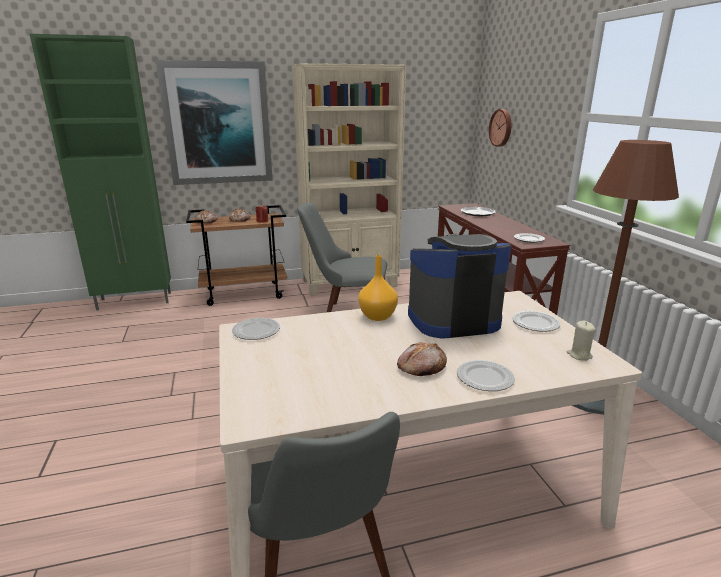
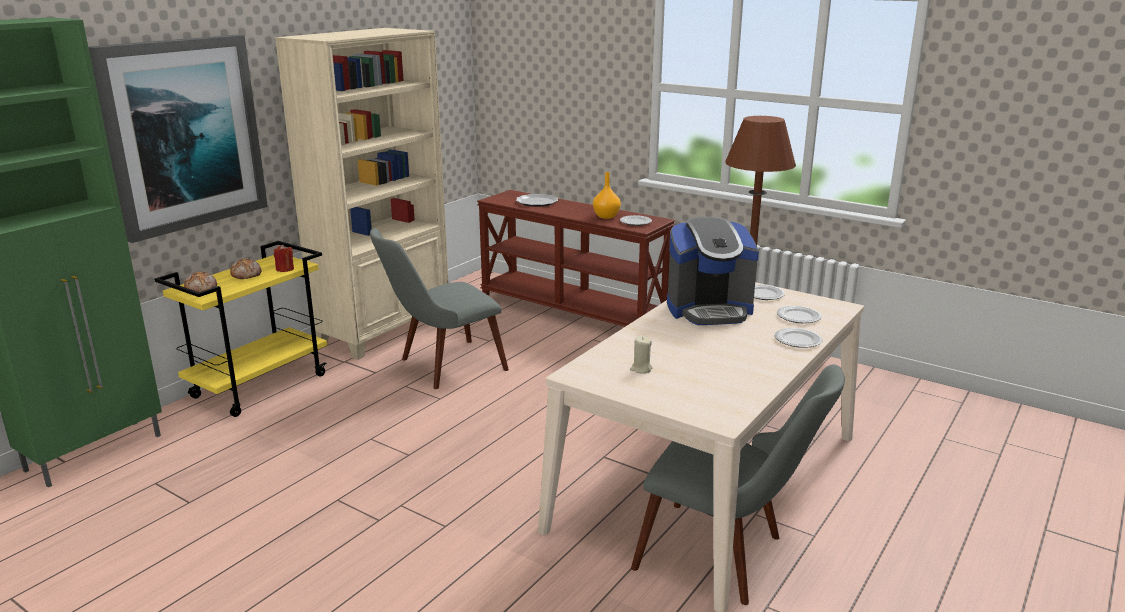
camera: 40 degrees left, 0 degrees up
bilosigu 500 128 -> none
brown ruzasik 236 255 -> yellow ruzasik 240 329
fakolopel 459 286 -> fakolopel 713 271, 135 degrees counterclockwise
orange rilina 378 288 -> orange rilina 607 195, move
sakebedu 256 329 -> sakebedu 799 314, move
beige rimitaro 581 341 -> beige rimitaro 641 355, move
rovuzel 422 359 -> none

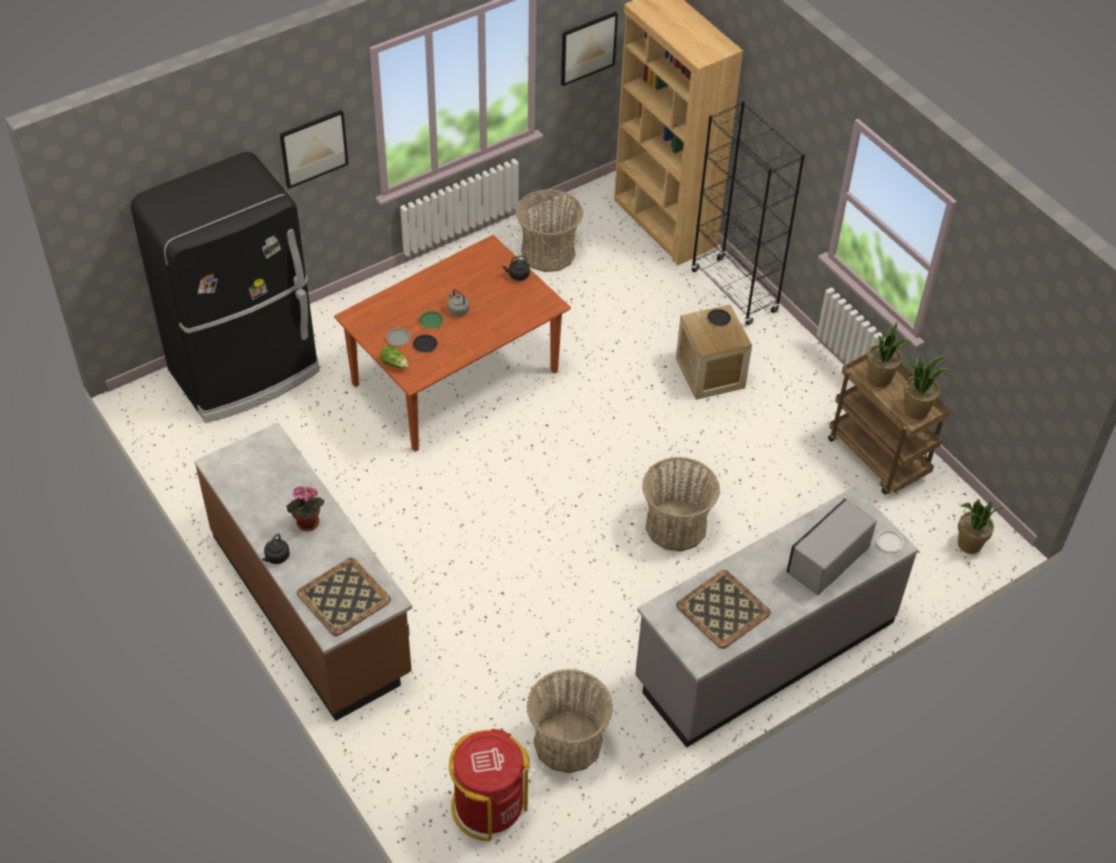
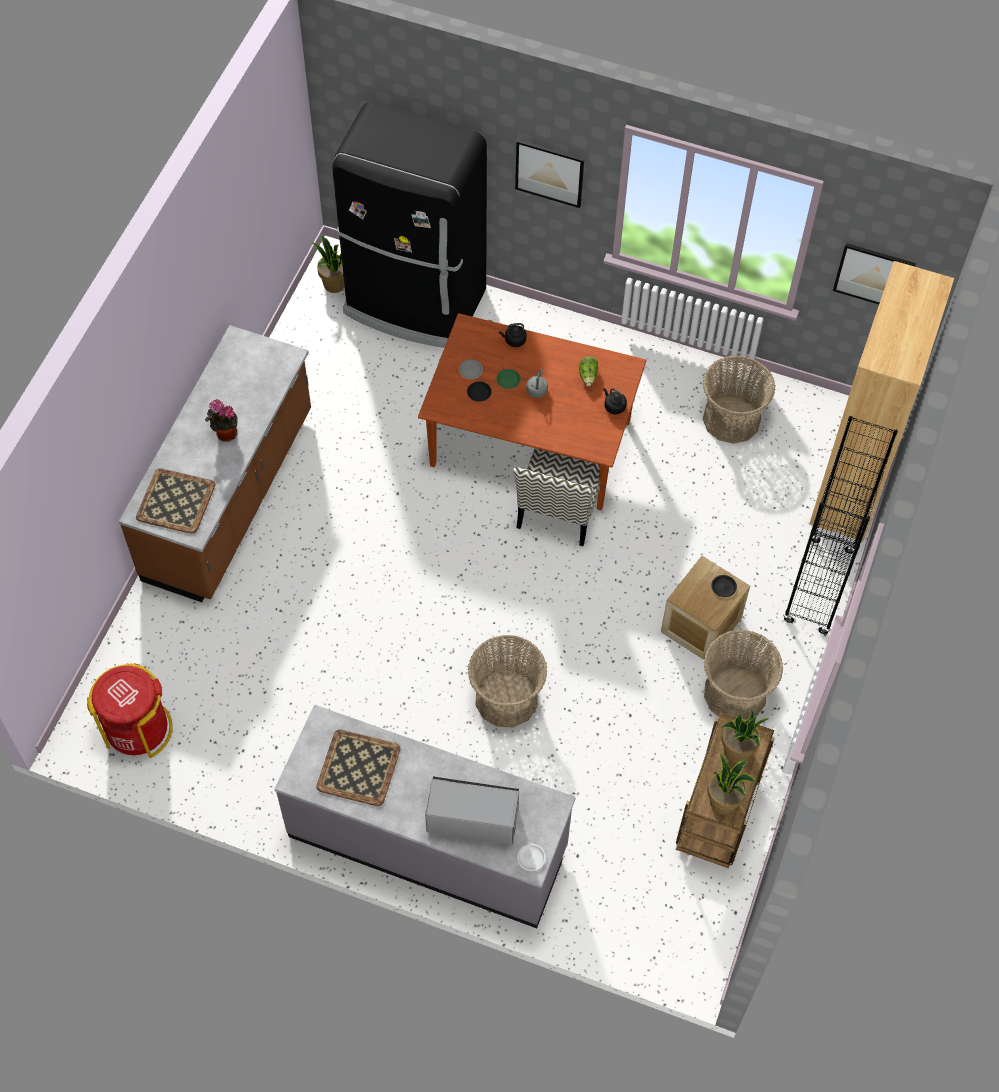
camera: 55 degrees right, 10 degrees up
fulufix 394 356 -> fulufix 588 371, move
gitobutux 981 526 -> gitobutux 328 264, move
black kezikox 276 548 -> black kezikox 513 335, move
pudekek 570 721 -> pudekek 743 675, move
none -> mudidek 556 497

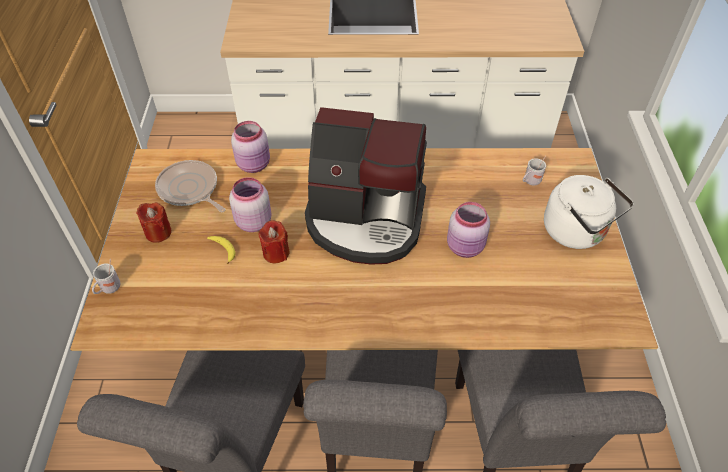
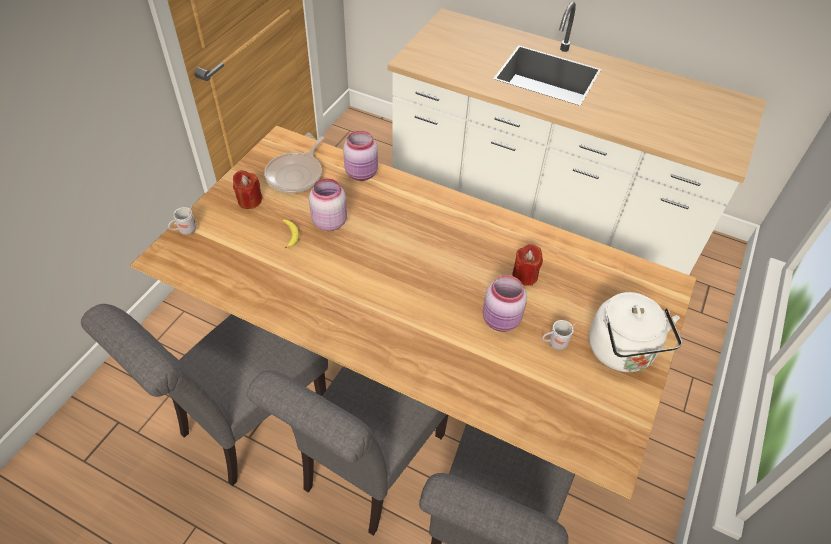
camera: 25 degrees right, 0 degrees up
fakolopel 366 186 -> none
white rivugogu 534 170 -> white rivugogu 559 335, move
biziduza 190 186 -> biziduza 294 164, 135 degrees counterclockwise
red rimitaro 273 241 -> red rimitaro 527 265, move

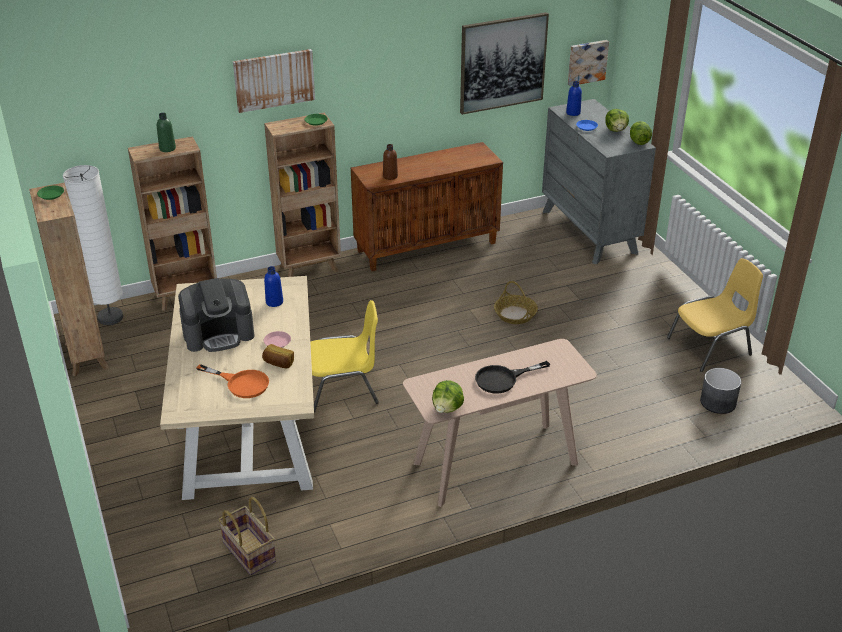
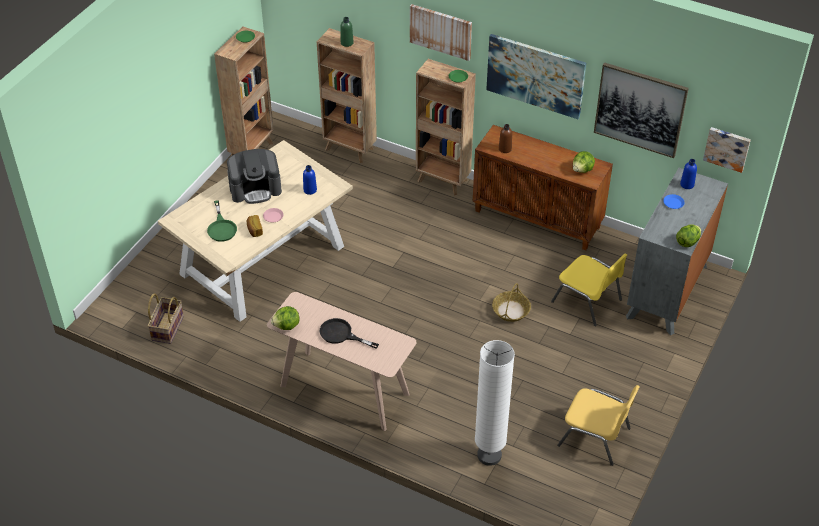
camera: 50 degrees right, 10 degrees up
fulufix 617 120 -> fulufix 584 162, move
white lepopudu 93 245 -> white lepopudu 495 403, move
fakolopel 216 315 -> fakolopel 254 176, 45 degrees counterclockwise
yellow mudidek 344 356 -> yellow mudidek 589 289, move
orange biziduza 232 381 -> green biziduza 222 221
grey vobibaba 720 391 -> none
none -> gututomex 536 76

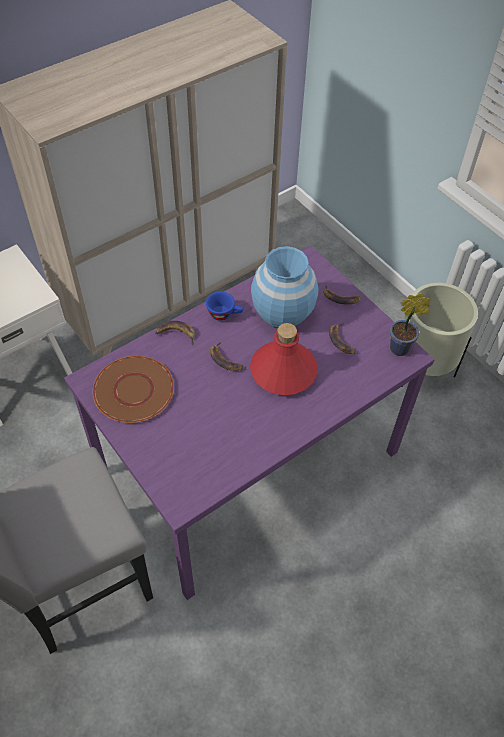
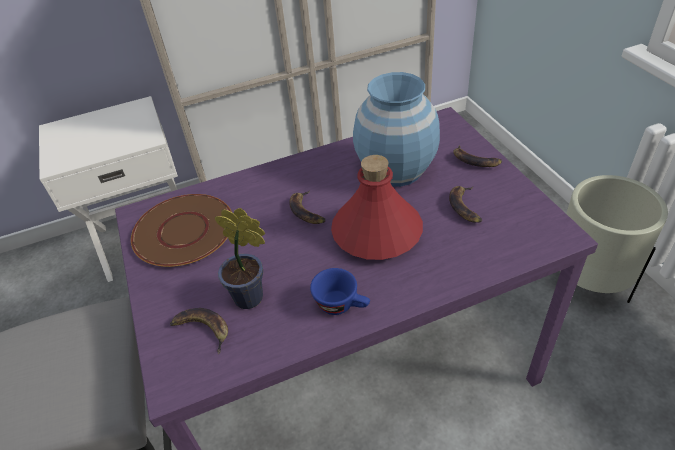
camera: 20 degrees right, 10 degrees down
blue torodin 224 306 -> blue torodin 340 291, move
gitobutux 410 324 -> gitobutux 240 258, move
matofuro 175 333 -> matofuro 199 331, move

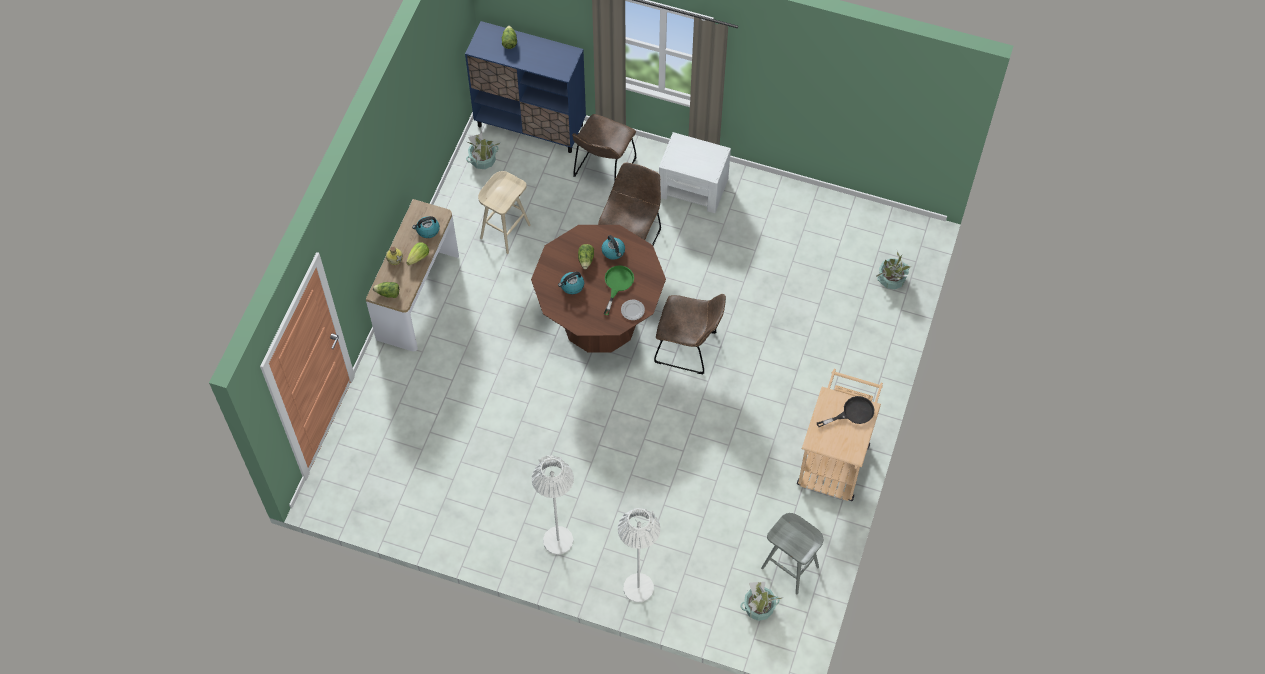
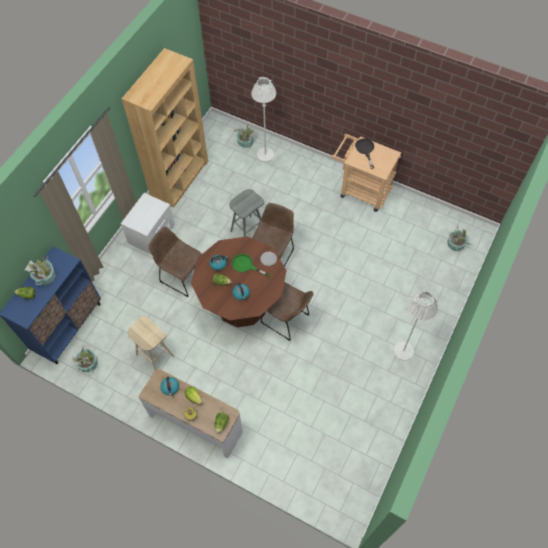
camera: 80 degrees left, 0 degrees up
brown mudidek 604 148 -> brown mudidek 287 311, move
white lepopudu 639 555 -> white lepopudu 263 119, move
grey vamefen 792 553 -> grey vamefen 246 213, move
none -> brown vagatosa 165 128
none -> gitobutux 40 270

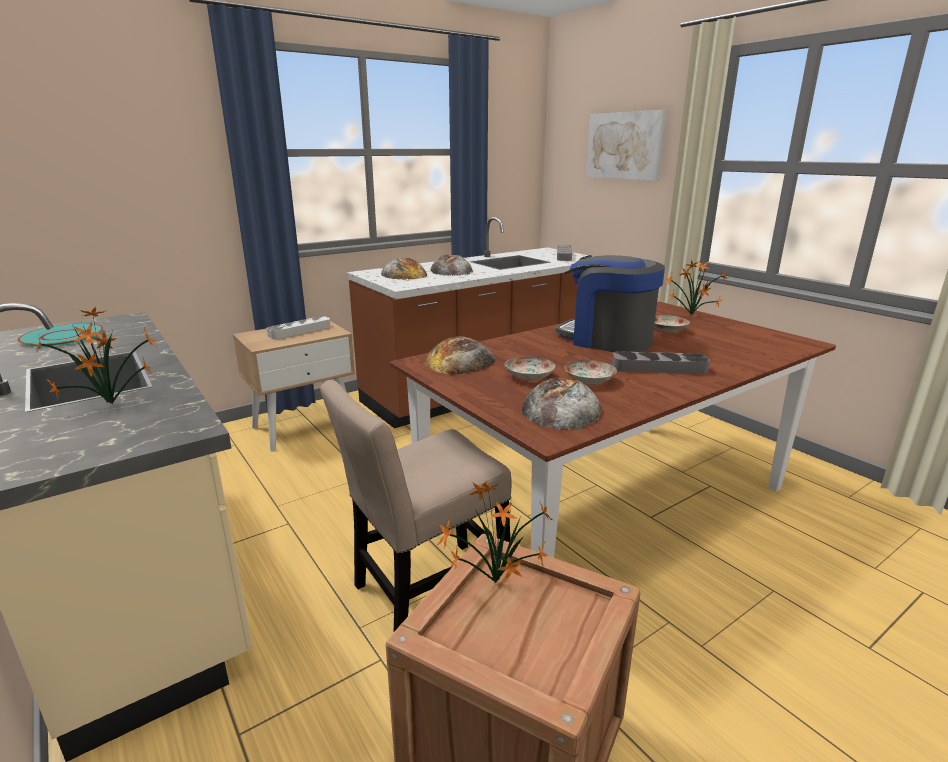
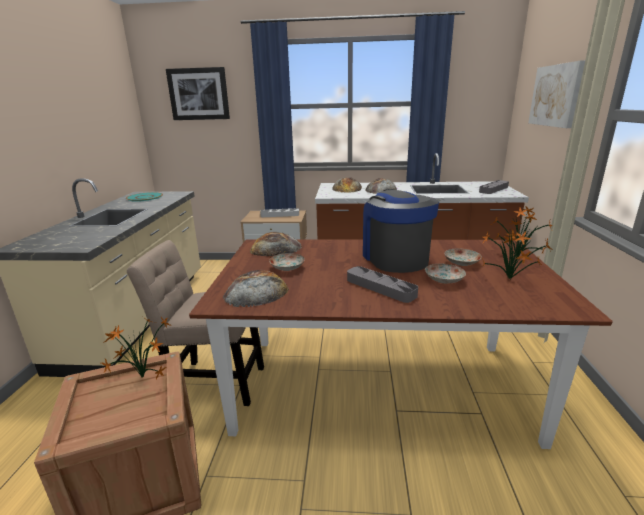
camera: 40 degrees right, 0 degrees up
gitobutux 98 355 -> gitobutux 517 249, move
sakebedu 591 372 -> sakebedu 445 274, move
none -> gututomex 198 93

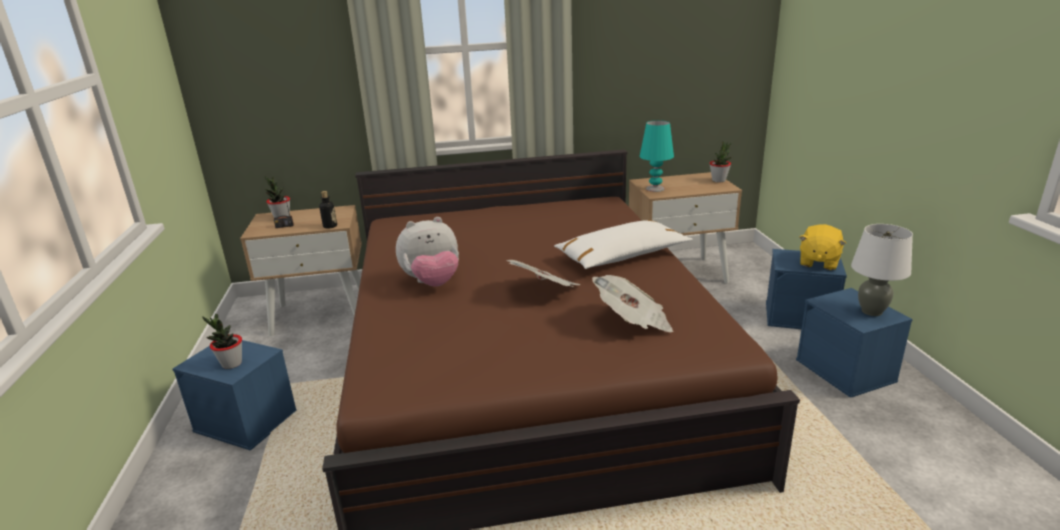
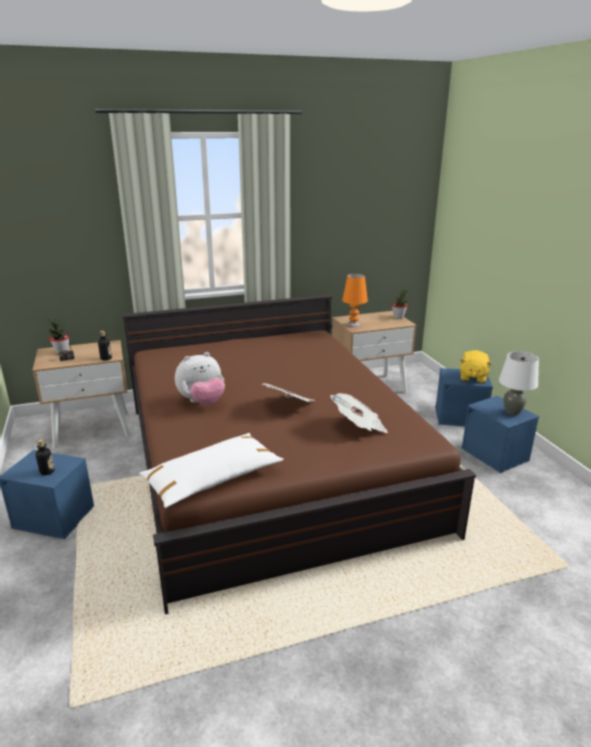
camera: 10 degrees left, 0 degrees up
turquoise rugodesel 657 156 -> orange rugodesel 355 300
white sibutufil 623 244 -> white sibutufil 211 470, move
gitobutux 222 341 -> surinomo 45 457

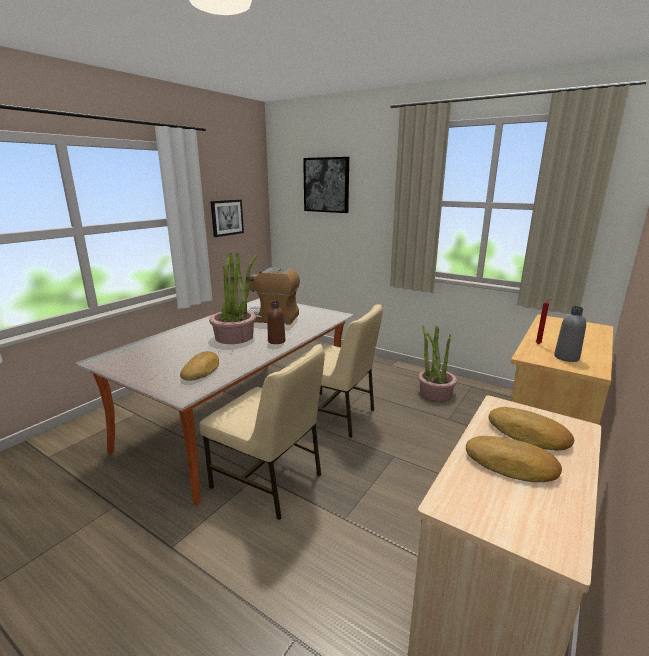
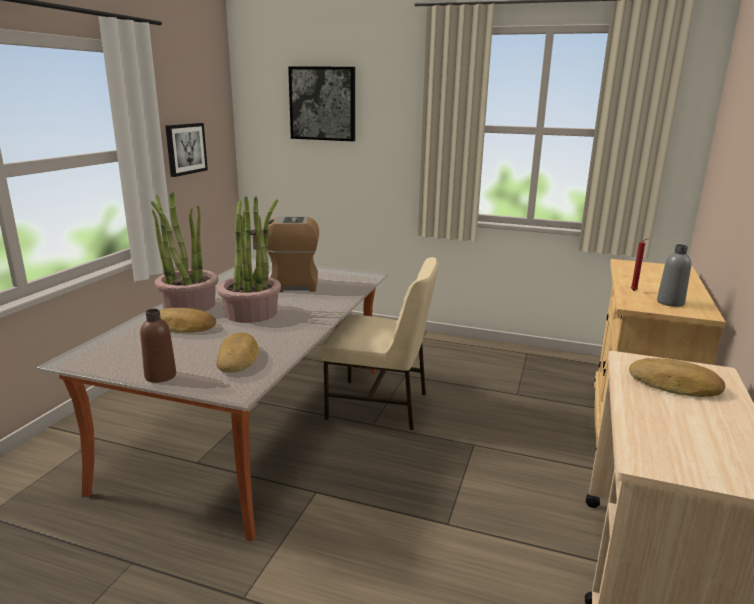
camera: 15 degrees left, 0 degrees up
brown surinomo 276 322 -> brown surinomo 158 346, move
gitobutux 437 363 -> gitobutux 185 251, move
beige mudidek 262 432 -> none
rovuzel 514 459 -> rovuzel 188 320, move

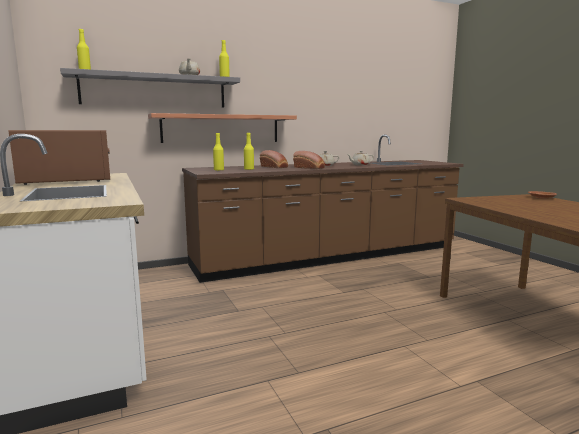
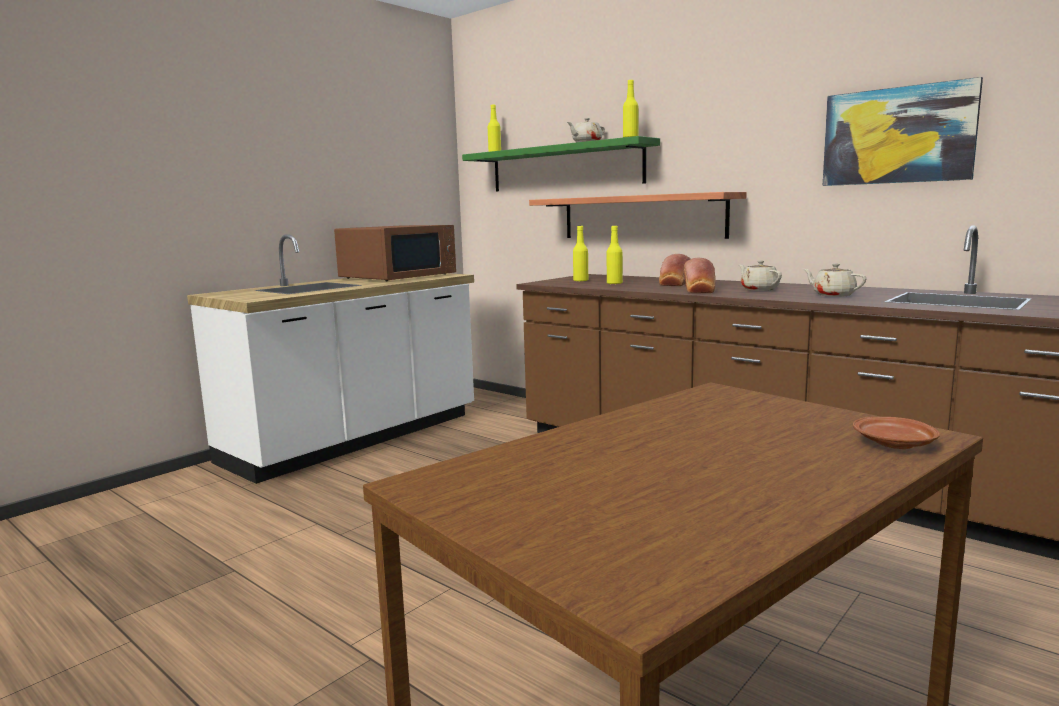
camera: 65 degrees right, 0 degrees up
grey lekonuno 150 88 -> green lekonuno 561 163
none -> gututomex 903 131

